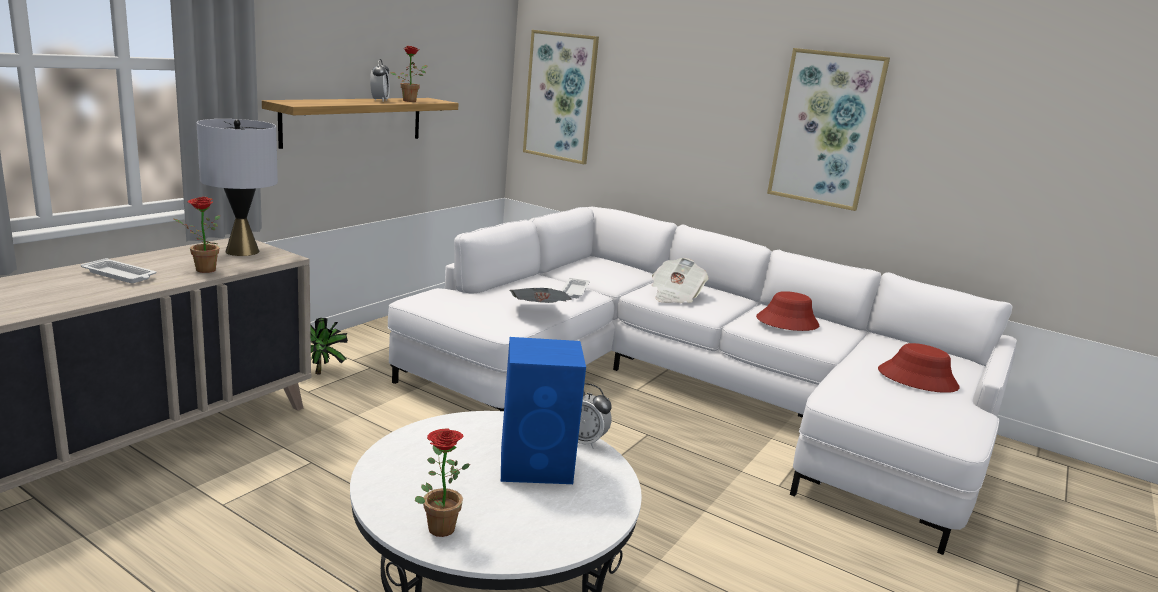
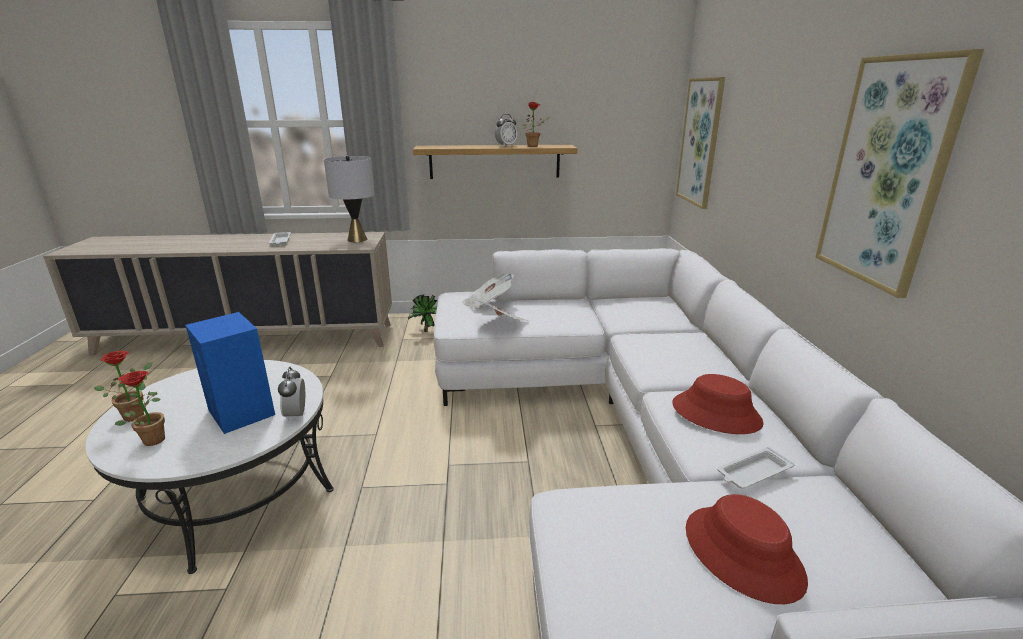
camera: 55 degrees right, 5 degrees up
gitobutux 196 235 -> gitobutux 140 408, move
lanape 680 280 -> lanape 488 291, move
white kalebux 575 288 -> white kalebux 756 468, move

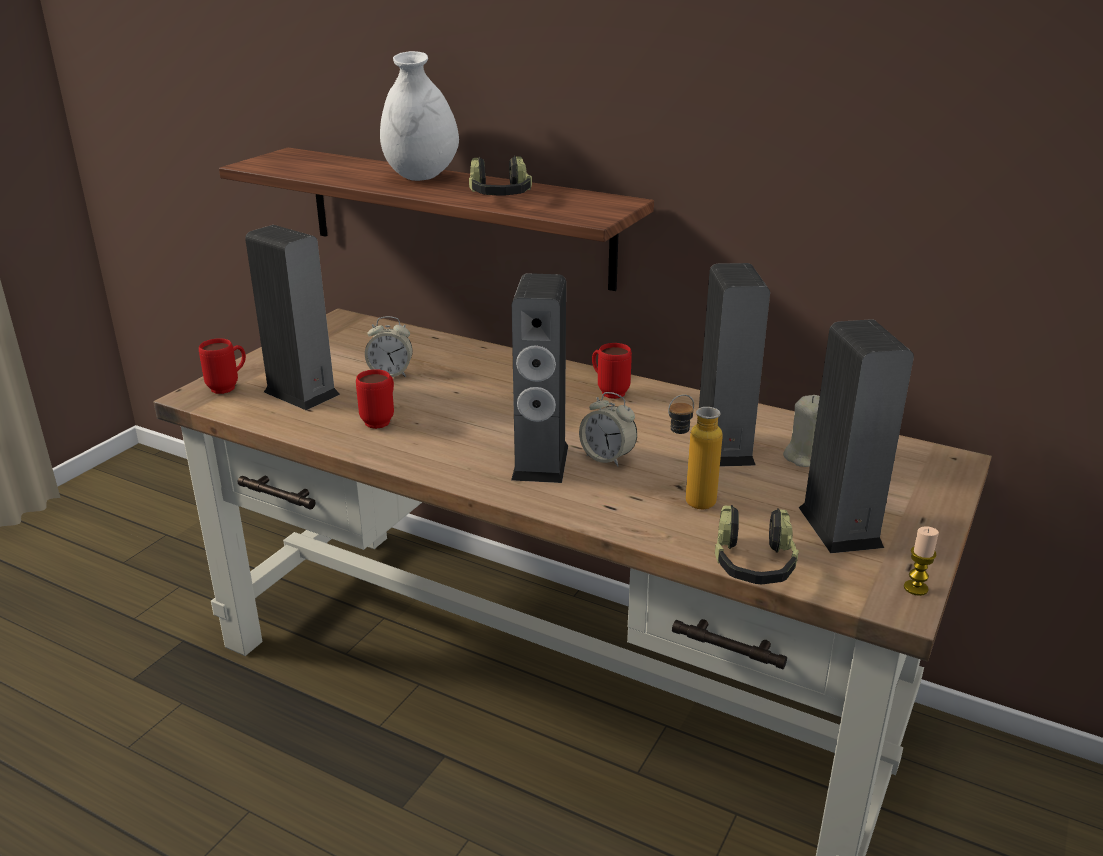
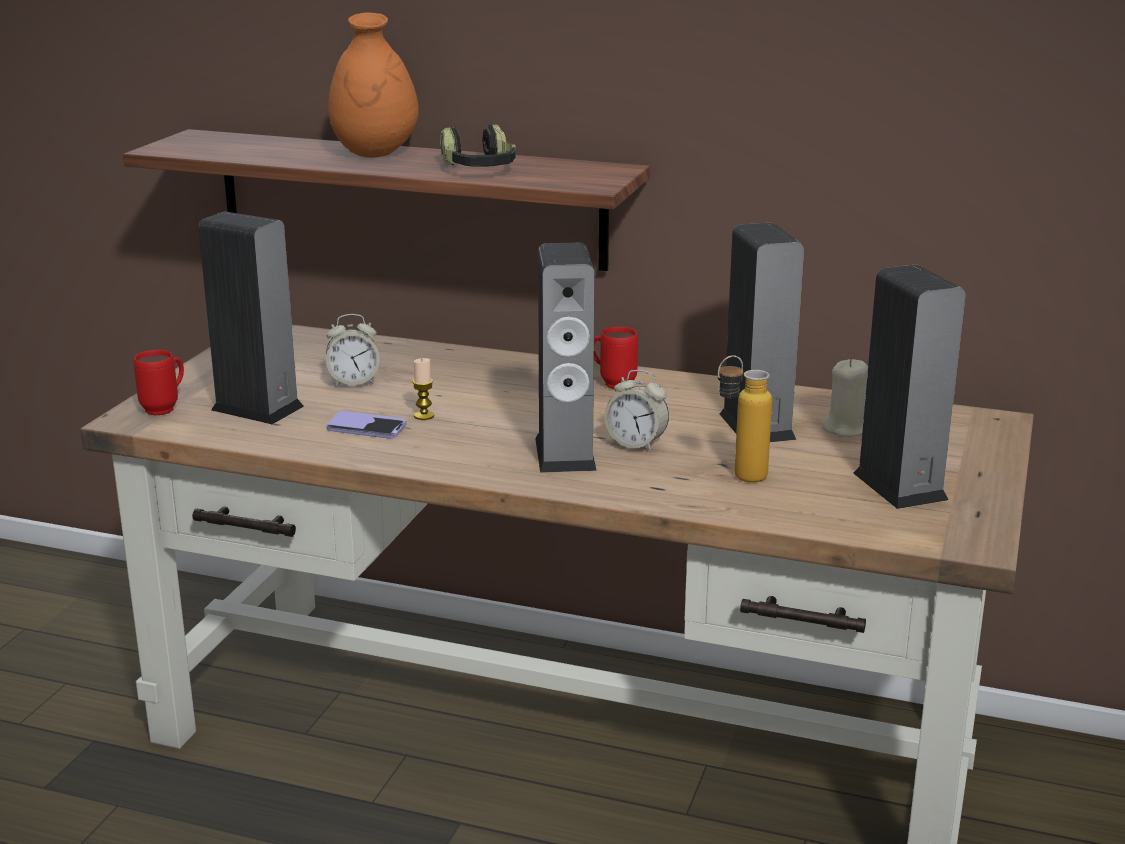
camera: 10 degrees left, 5 degrees down
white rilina 419 116 -> orange rilina 373 85
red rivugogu 375 399 -> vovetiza 366 425
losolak 757 545 -> none
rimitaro 921 561 -> rimitaro 423 389, move

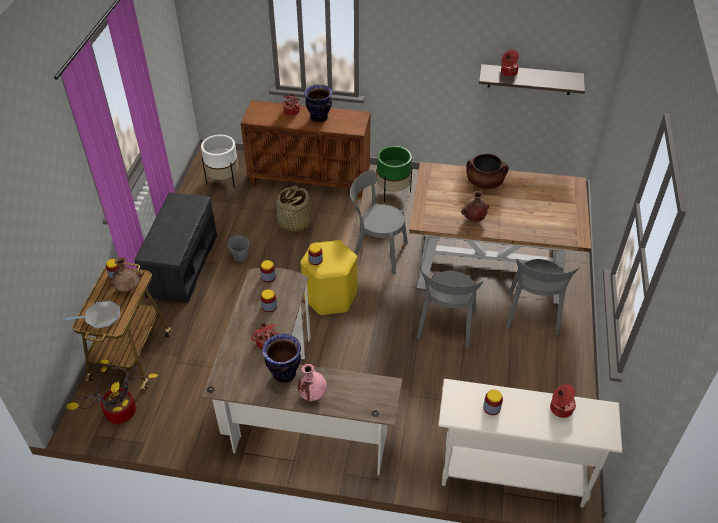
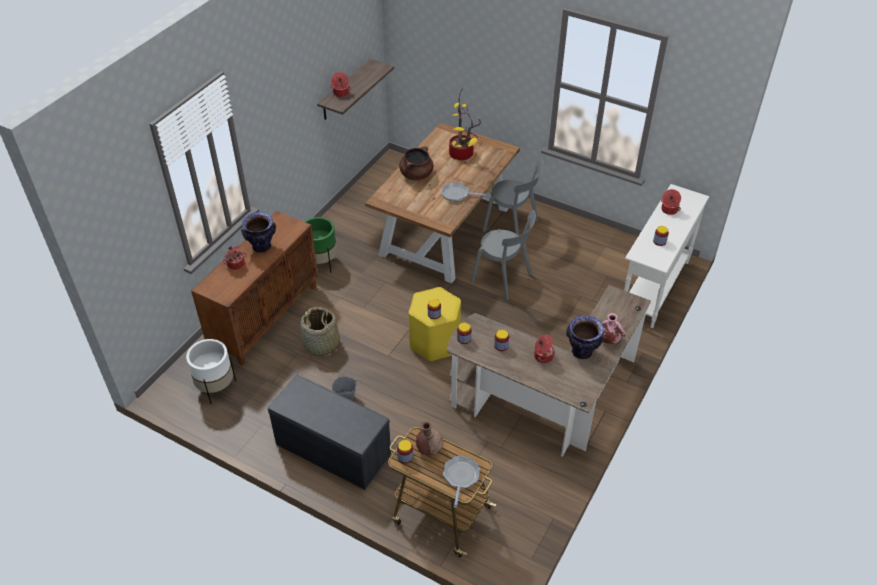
camera: 70 degrees left, 0 degrees up
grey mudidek 379 222 -> none
brown rilina 475 206 -> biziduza 463 192
gitobutux 112 390 -> gitobutux 465 124, move

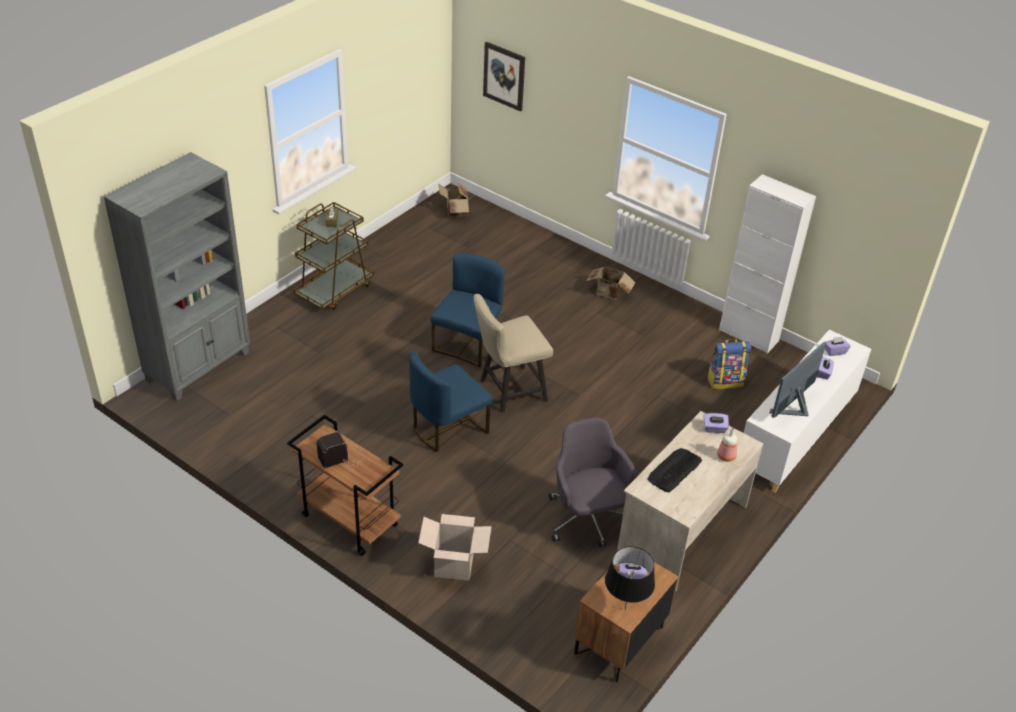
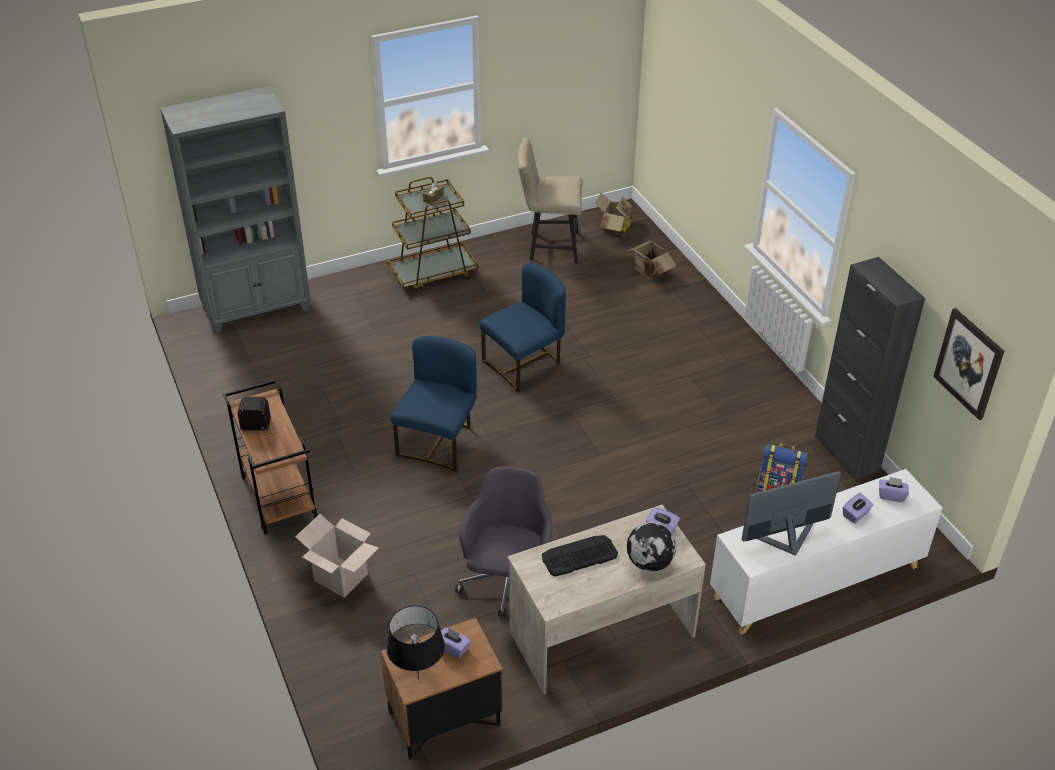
camera: 30 degrees right, 0 degrees up
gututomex 504 77 -> gututomex 968 364, move
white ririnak 767 263 -> black ririnak 870 368
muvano 611 283 -> muvano 652 258, move
beige mudidek 513 353 -> beige mudidek 550 200, move
blue mudidek 450 401 -> blue mudidek 434 404, 120 degrees clockwise
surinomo 727 445 -> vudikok 651 546

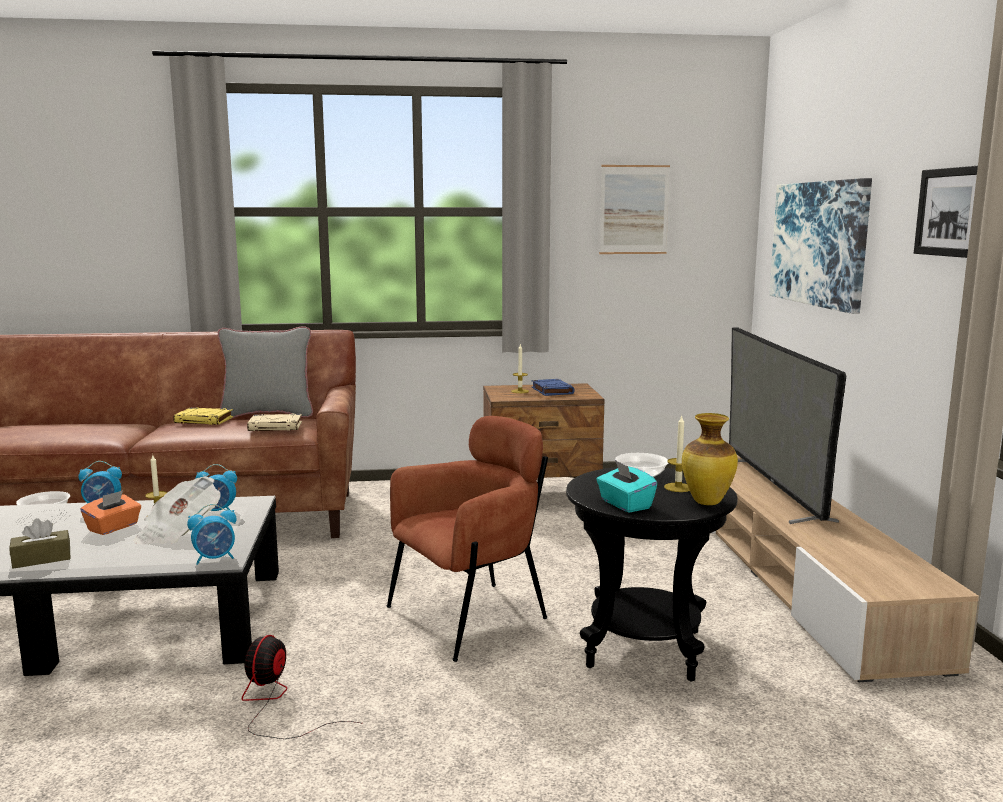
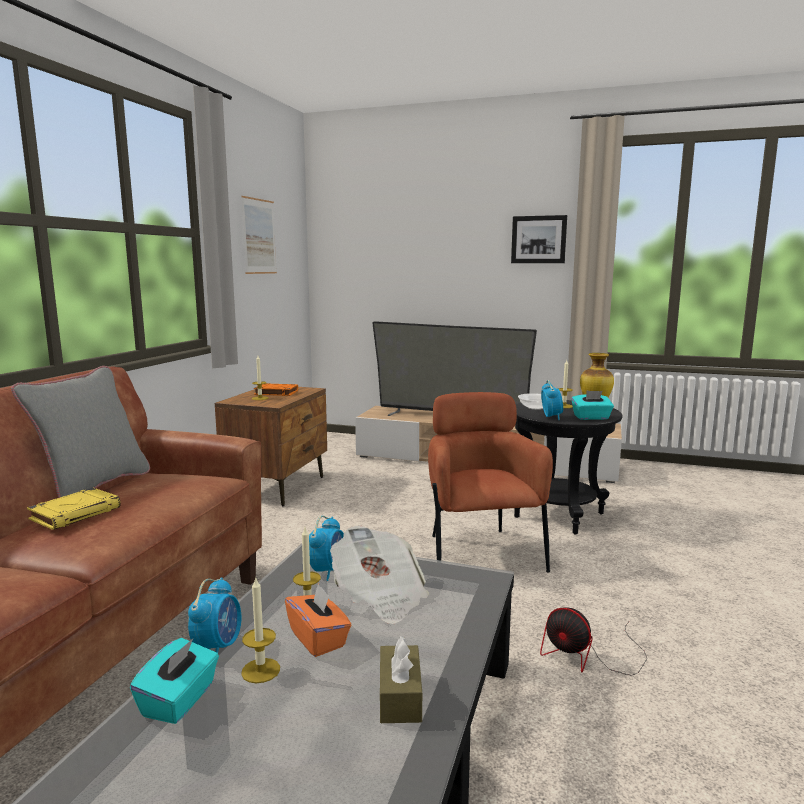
camera: 65 degrees left, 0 degrees up
gututomex 820 246 -> none
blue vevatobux 553 387 -> orange vevatobux 276 389
beige vevatobux 274 422 -> none
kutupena 43 504 -> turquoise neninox 174 681
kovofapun 212 534 -> kovofapun 552 400, move
none -> rimitaro 260 629

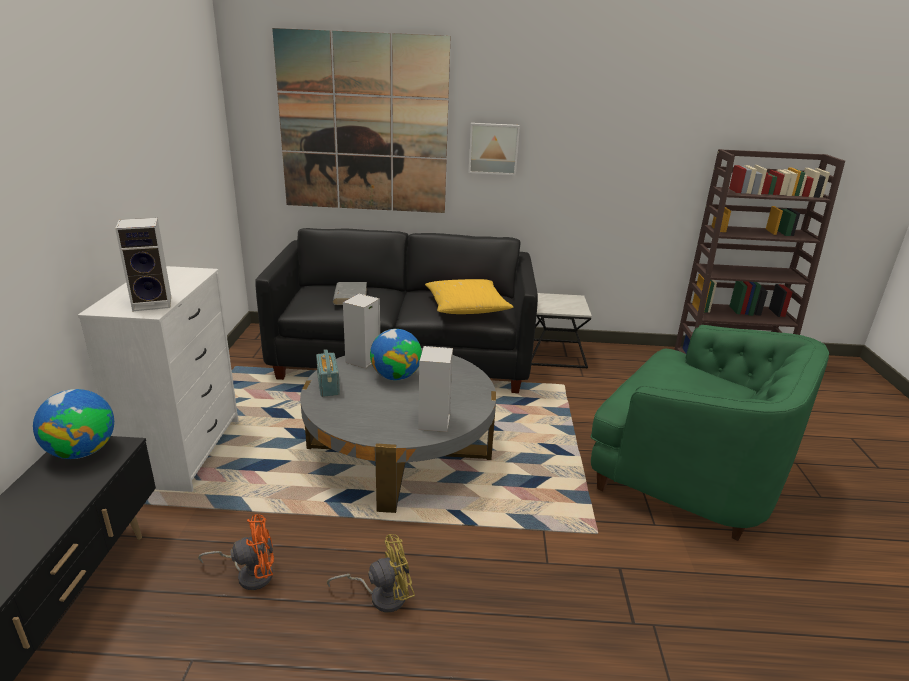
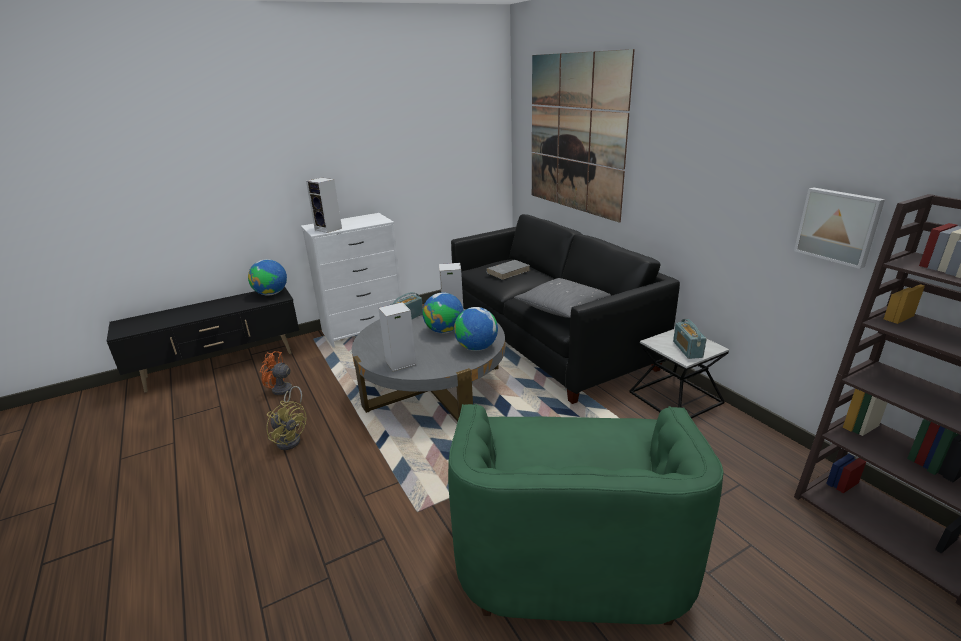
camera: 60 degrees right, 0 degrees up
gututomex 494 149 -> gututomex 839 228, move
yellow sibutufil 469 296 -> grey sibutufil 562 298
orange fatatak 236 552 -> orange fatatak 281 377, 150 degrees clockwise
none -> vudikok 476 329
none -> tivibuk 690 339

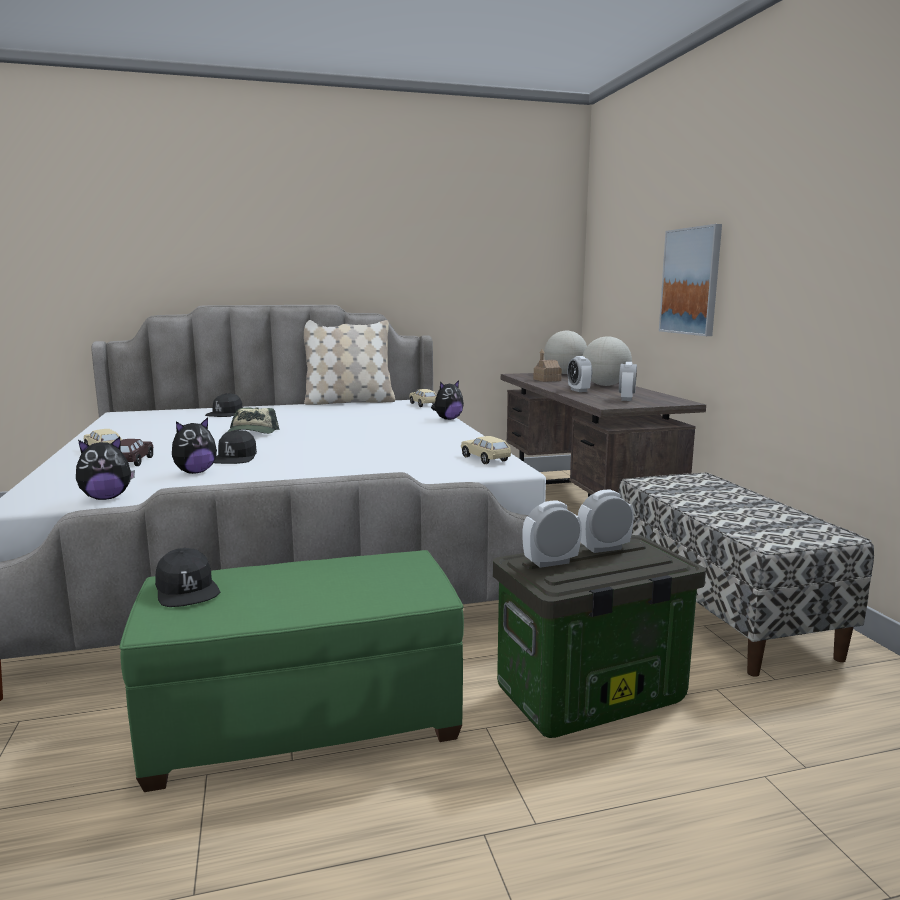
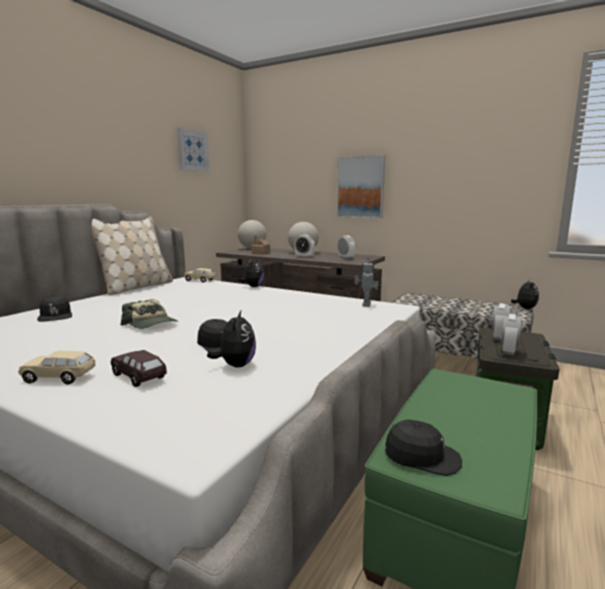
camera: 45 degrees left, 0 degrees up
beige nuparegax 486 450 -> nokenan 366 282
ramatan 105 468 -> ramatan 525 294, move
none -> gututomex 193 149

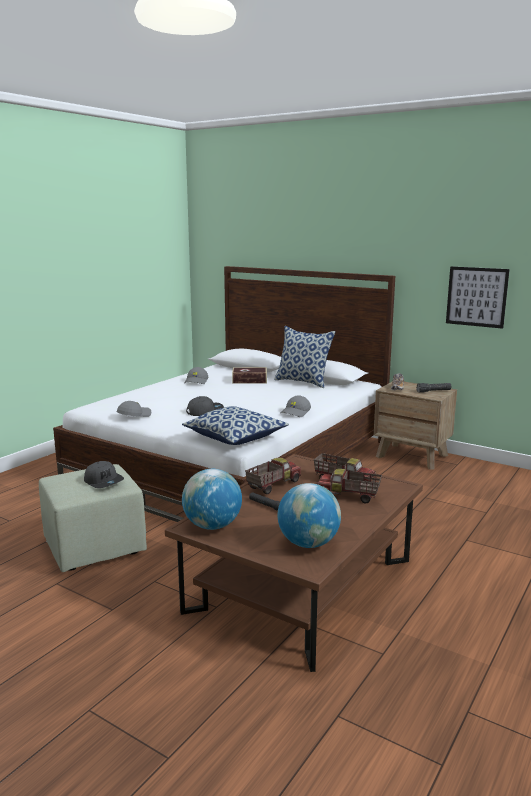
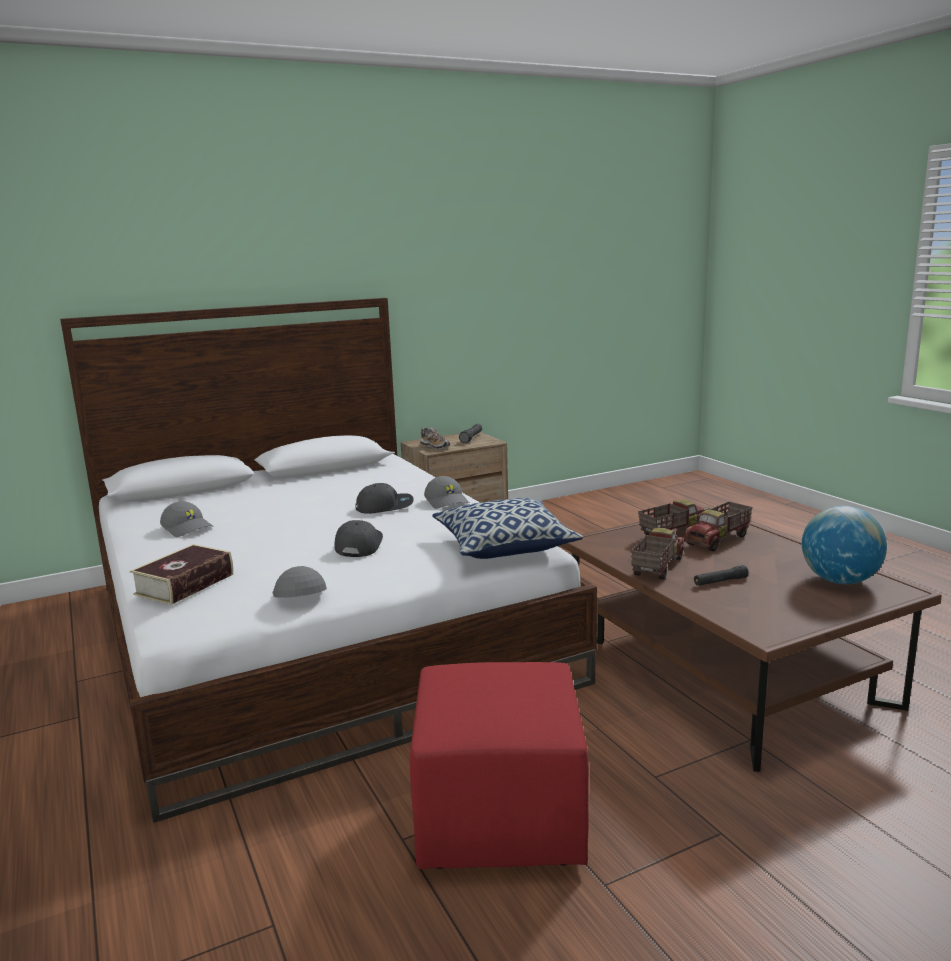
camera: 60 degrees left, 0 degrees up
gututomex 478 297 -> none
sibutufil 304 357 -> none
vevatobux 249 375 -> vevatobux 181 574, move
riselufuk 273 476 -> riselufuk 657 554, 45 degrees clockwise
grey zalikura 104 474 -> grey zalikura 384 498, move
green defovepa 93 518 -> red defovepa 499 765
vudikok 212 499 -> none

